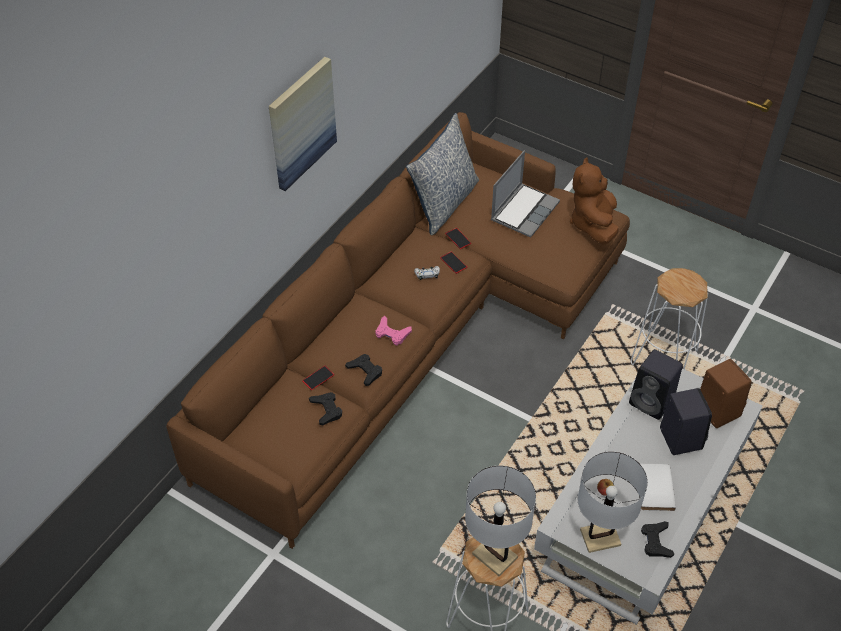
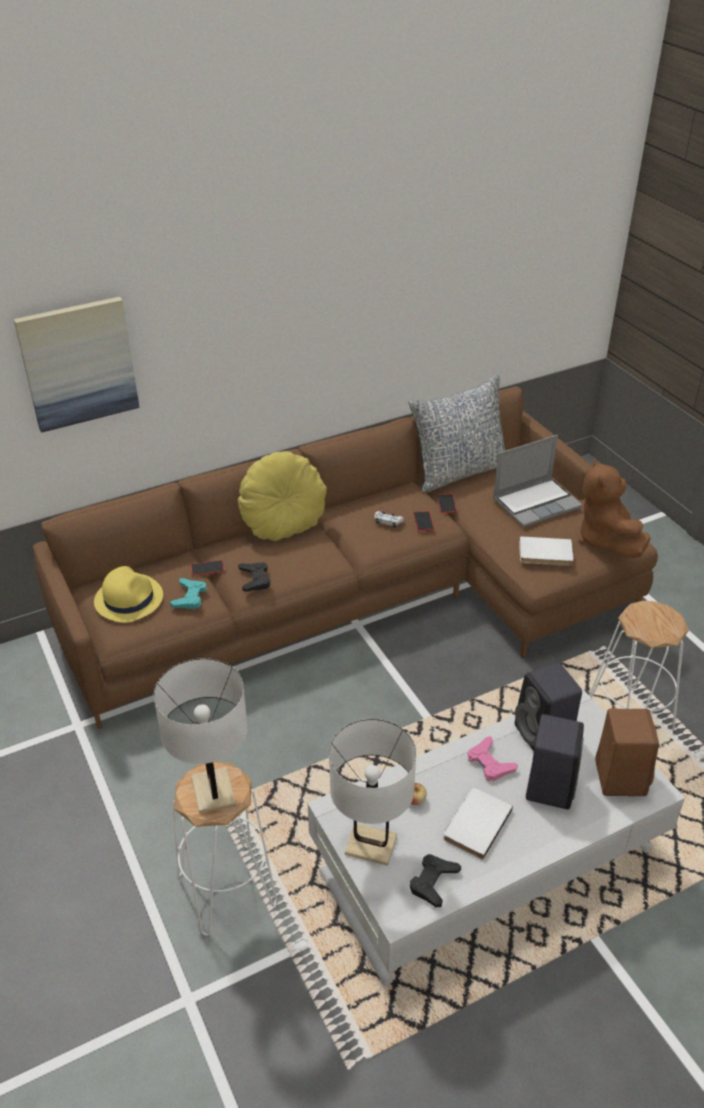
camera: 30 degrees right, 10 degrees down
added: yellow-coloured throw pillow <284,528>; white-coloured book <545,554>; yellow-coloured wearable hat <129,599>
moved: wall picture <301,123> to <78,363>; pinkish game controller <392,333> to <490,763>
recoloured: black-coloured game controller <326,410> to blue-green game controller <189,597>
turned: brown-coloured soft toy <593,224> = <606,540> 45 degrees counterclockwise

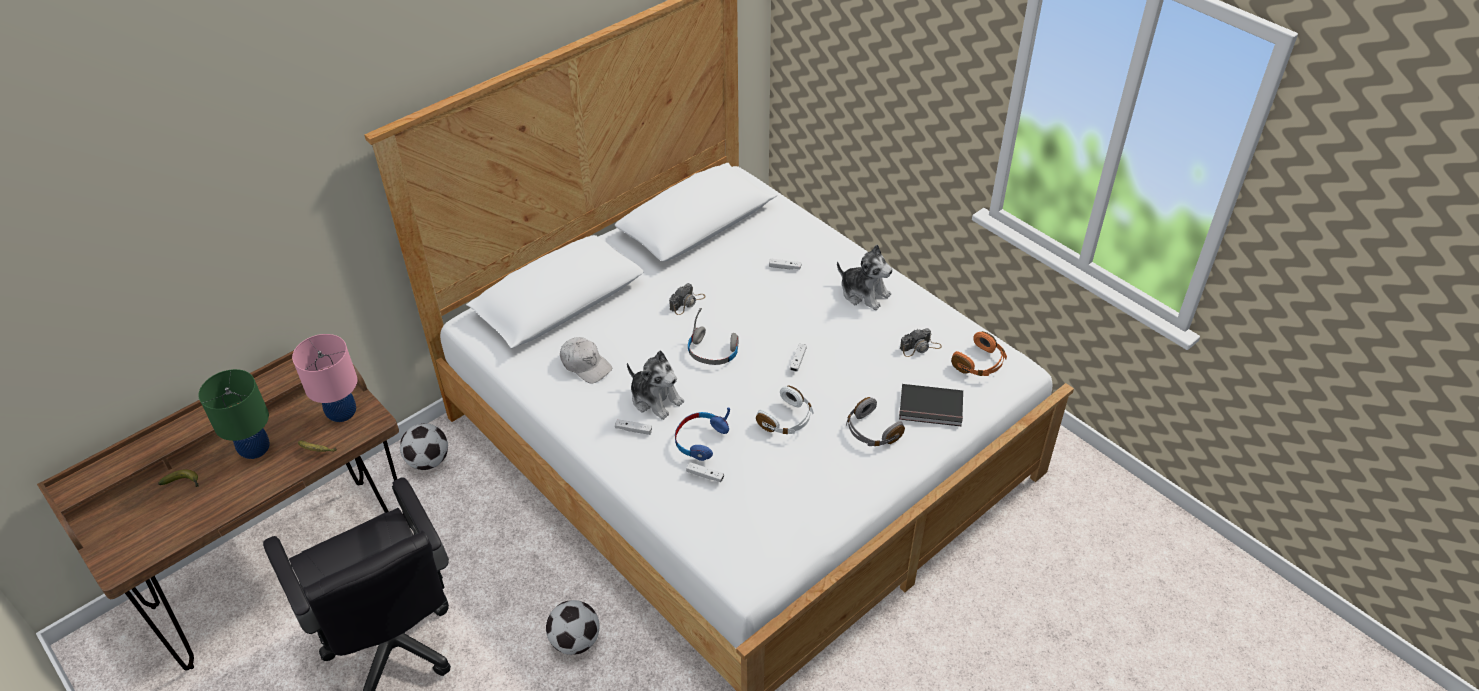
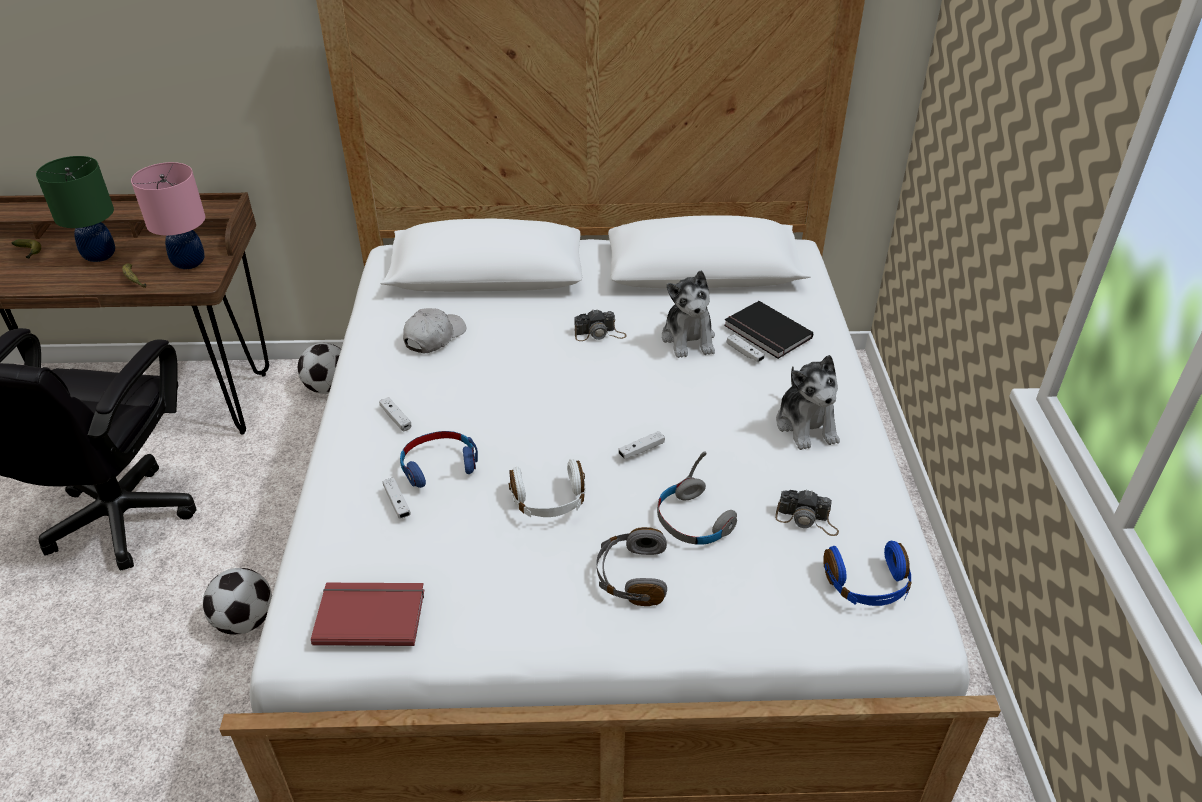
camera: 40 degrees right, 5 degrees down
added: red-coloured book <370,614>
moved: grey headset <713,352> to <693,521>; soft toy <655,399> to <689,338>; black-coloured book <931,408> to <766,333>
recoloured: orange headset <980,363> to bluish headset <867,585>
turned: white-coloured baseball cap <585,365> = <434,337> 135 degrees counterclockwise

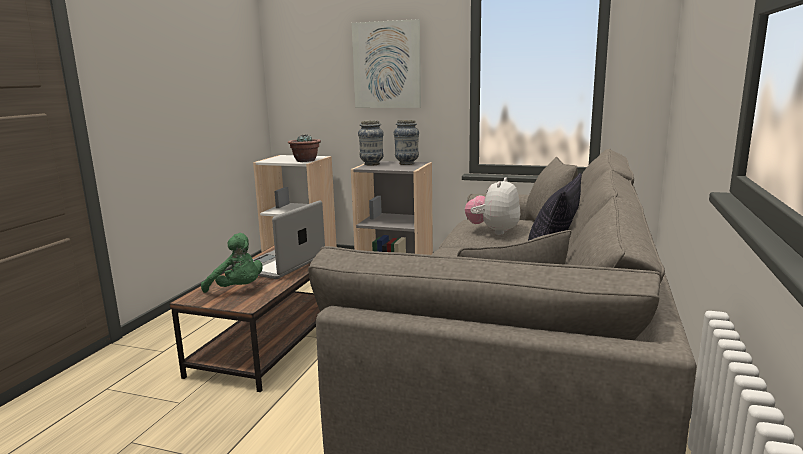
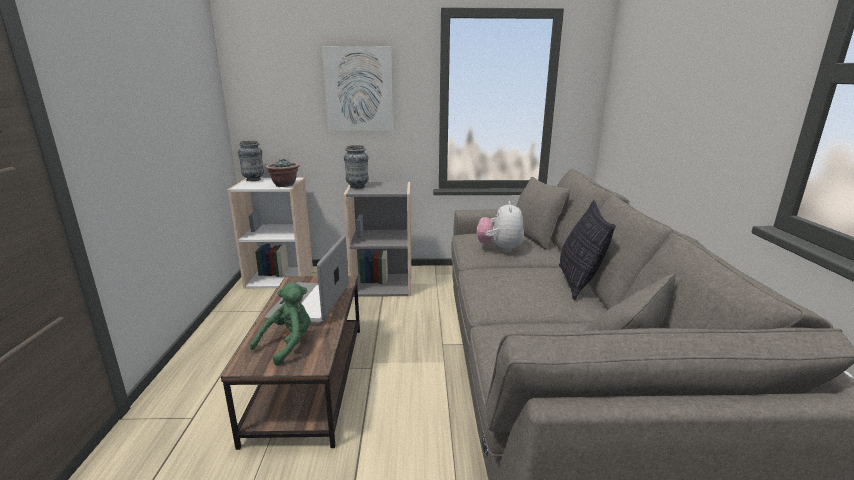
camera: 20 degrees left, 5 degrees up
moved: flower vase <407,163> to <253,179>
turned: greenish soft toy <238,289> = <288,344> 60 degrees counterclockwise

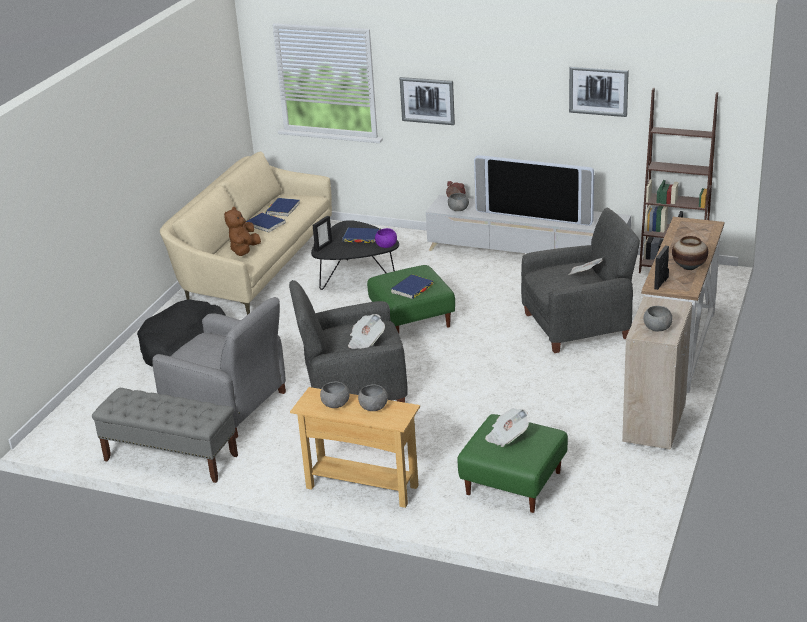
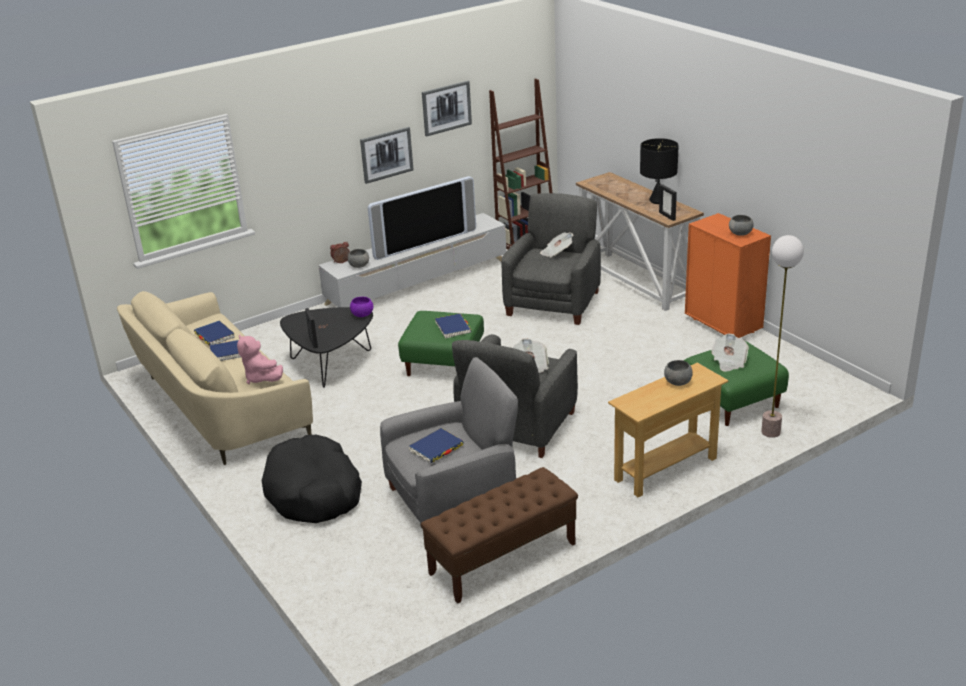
camera: 55 degrees left, 0 degrees up
removed: grey deep dish <336,404>
added: standing lamp <770,432>
moved: wall picture <427,100> to <386,154>; bluish book <361,237> to <436,448>
replaced: flower vase <688,267> to black-coloured lamp for a table <657,201>
recoloured: brown-coloured soft toy <244,250> to pinkish soft toy <261,378>; sand-coloured storage cabinet <654,428> to orange storage cabinet <724,326>; grey indoor bench <170,458> to brown-coloured indoor bench <502,559>

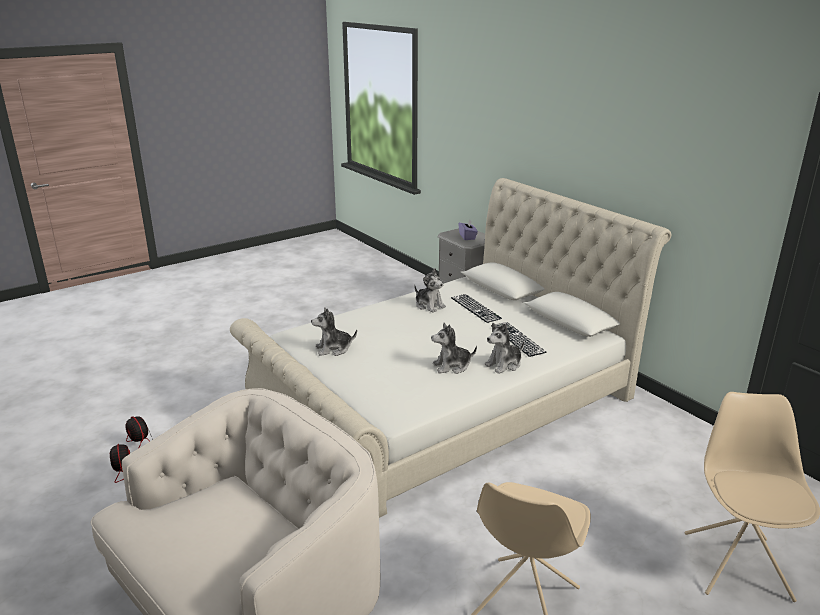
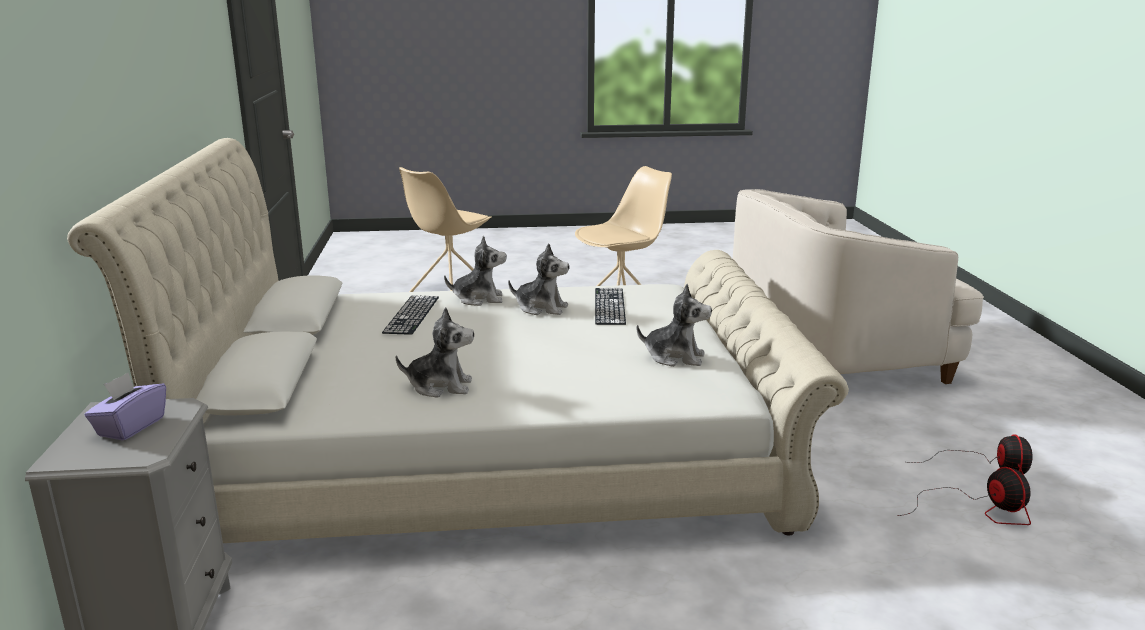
camera: 150 degrees left, 5 degrees down
moved: computer keyboard <475,308> to <609,306>
turned: soft toy <429,305> = <440,386> 105 degrees clockwise

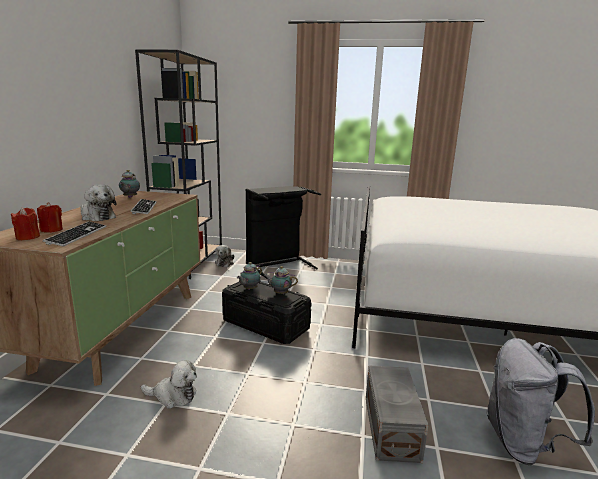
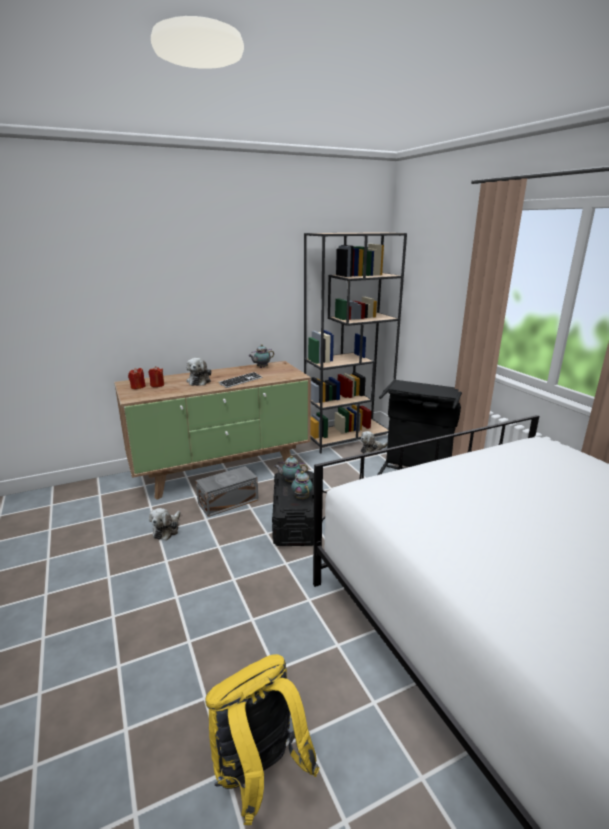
camera: 55 degrees right, 5 degrees up
removed: computer keyboard <77,235>
moved: grey storage bin <390,428> to <227,502>
recoloured: grey rucksack <523,444> to yellow-coloured rucksack <258,775>
turned: soft toy <173,396> = <167,530> 45 degrees clockwise

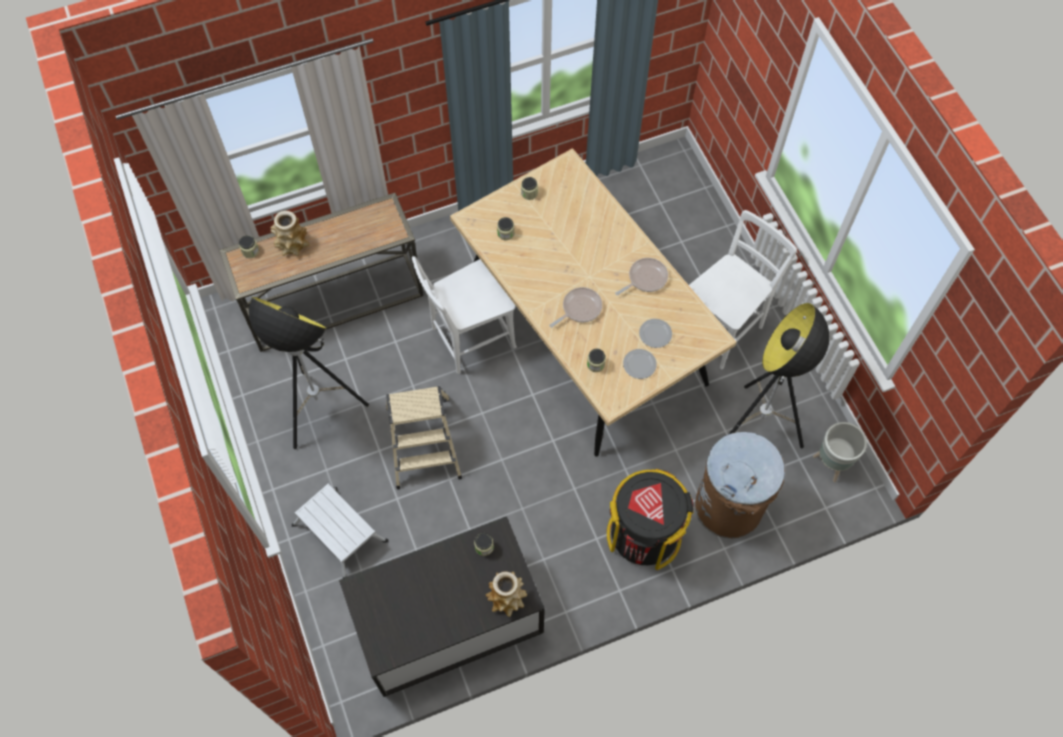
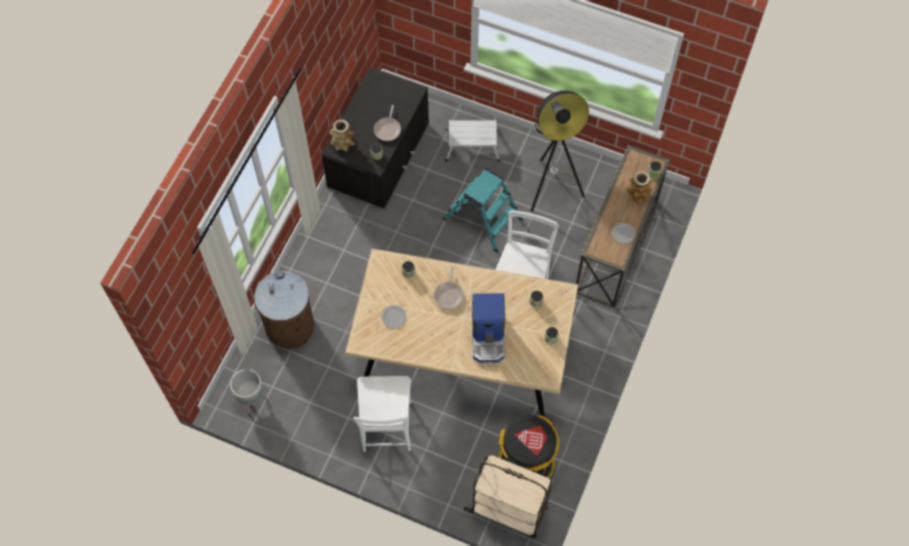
camera: 135 degrees right, 0 degrees up
removed: standing lamp <757,429>
added: coffee machine <488,336>; sand-coloured wheeled cart <508,510>
moved: frying pan <645,278> to <388,129>; dinner plate <639,364> to <624,233>; black-coloured waste bin <644,534> to <526,463>
recoloured: sand-coloured step ladder <423,441> to blue-green step ladder <482,218>

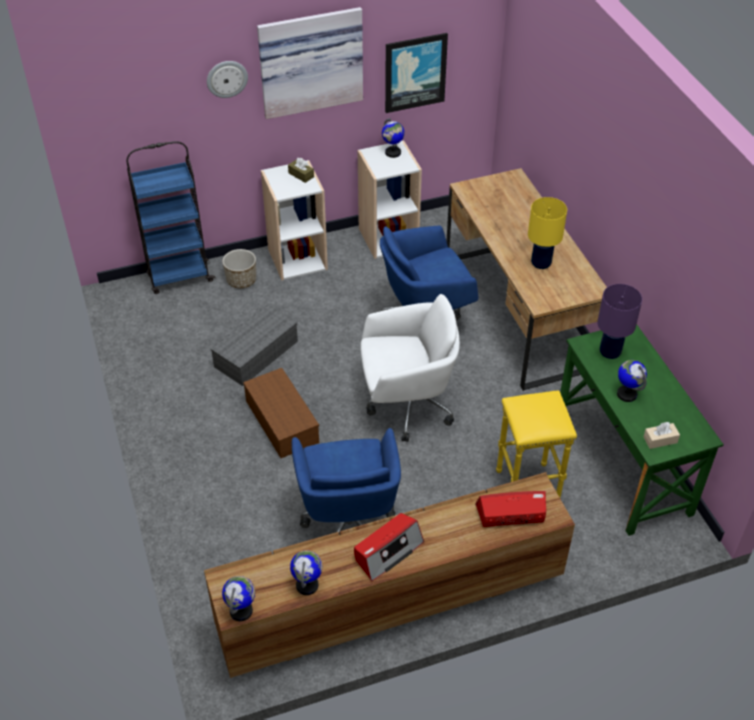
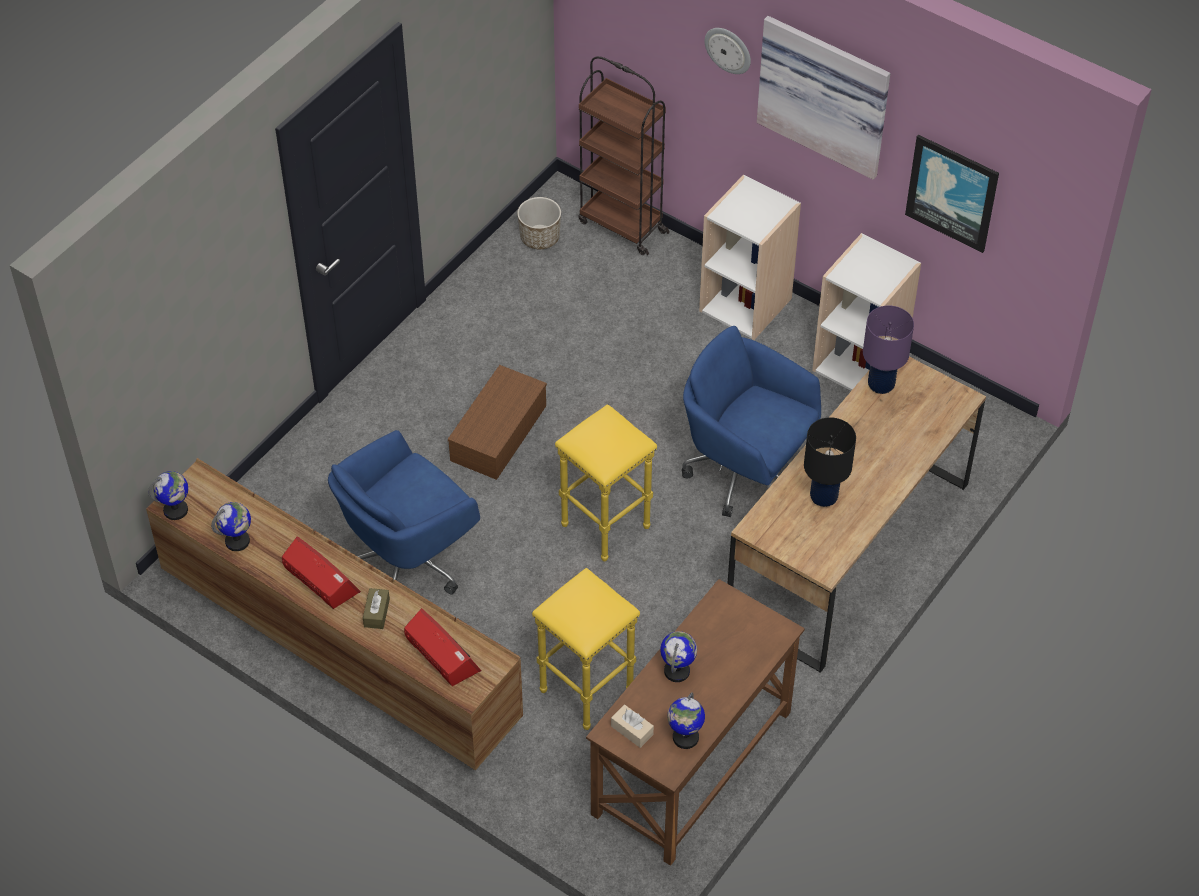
camera: 55 degrees right, 5 degrees up
removed: grey storage bin <256,353>
moved: world globe <393,153> to <685,737>; brown-coloured tissue holder <301,175> to <376,613>; plant pot <241,280> to <539,238>; purple lamp for a table <610,353> to <881,386>
replaced: white-coloured office chair <406,409> to yellow-coloured stool <605,527>
recoloured: bluish wheeled cart <179,278> to brown-coloured wheeled cart <622,227>; yellow-coloured lamp for a table <540,264> to black-coloured lamp for a table <823,498>; greenish desk unit <622,464> to brown-coloured desk unit <692,764>
turned: radio receiver <387,551> = <321,580> 150 degrees counterclockwise

